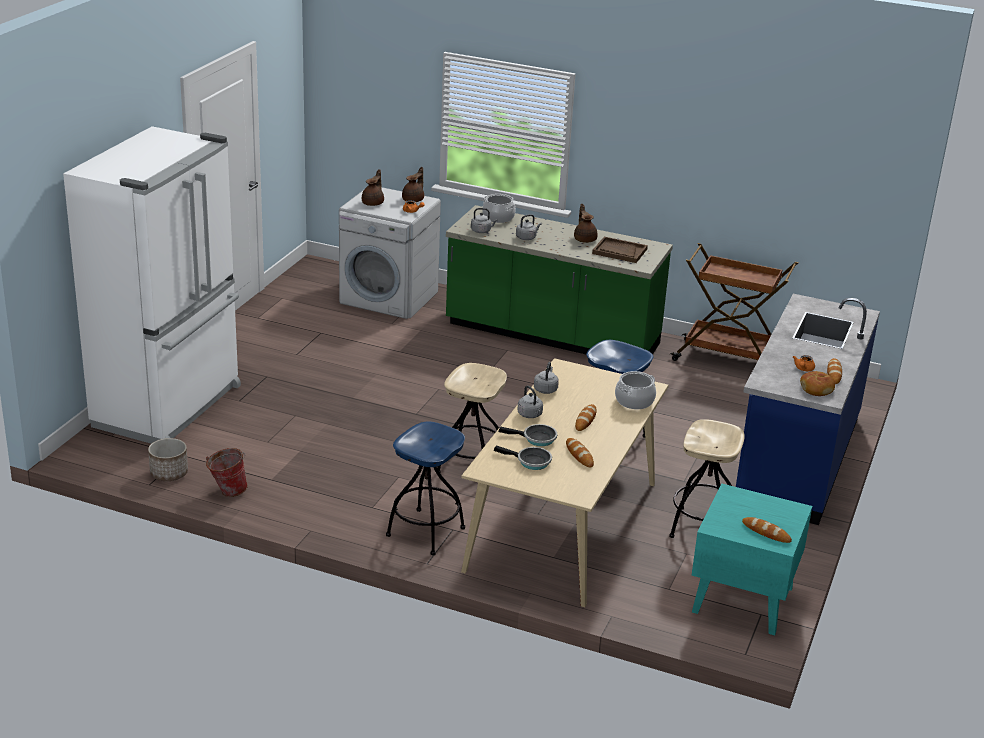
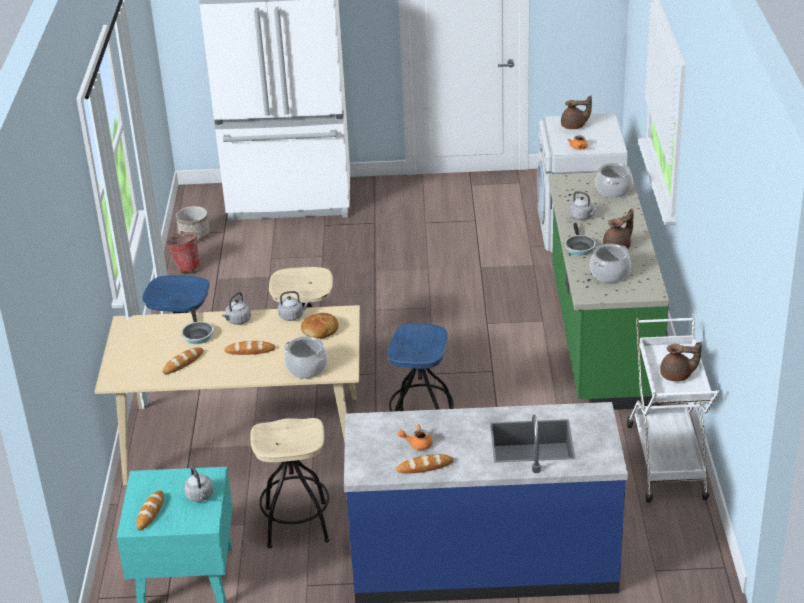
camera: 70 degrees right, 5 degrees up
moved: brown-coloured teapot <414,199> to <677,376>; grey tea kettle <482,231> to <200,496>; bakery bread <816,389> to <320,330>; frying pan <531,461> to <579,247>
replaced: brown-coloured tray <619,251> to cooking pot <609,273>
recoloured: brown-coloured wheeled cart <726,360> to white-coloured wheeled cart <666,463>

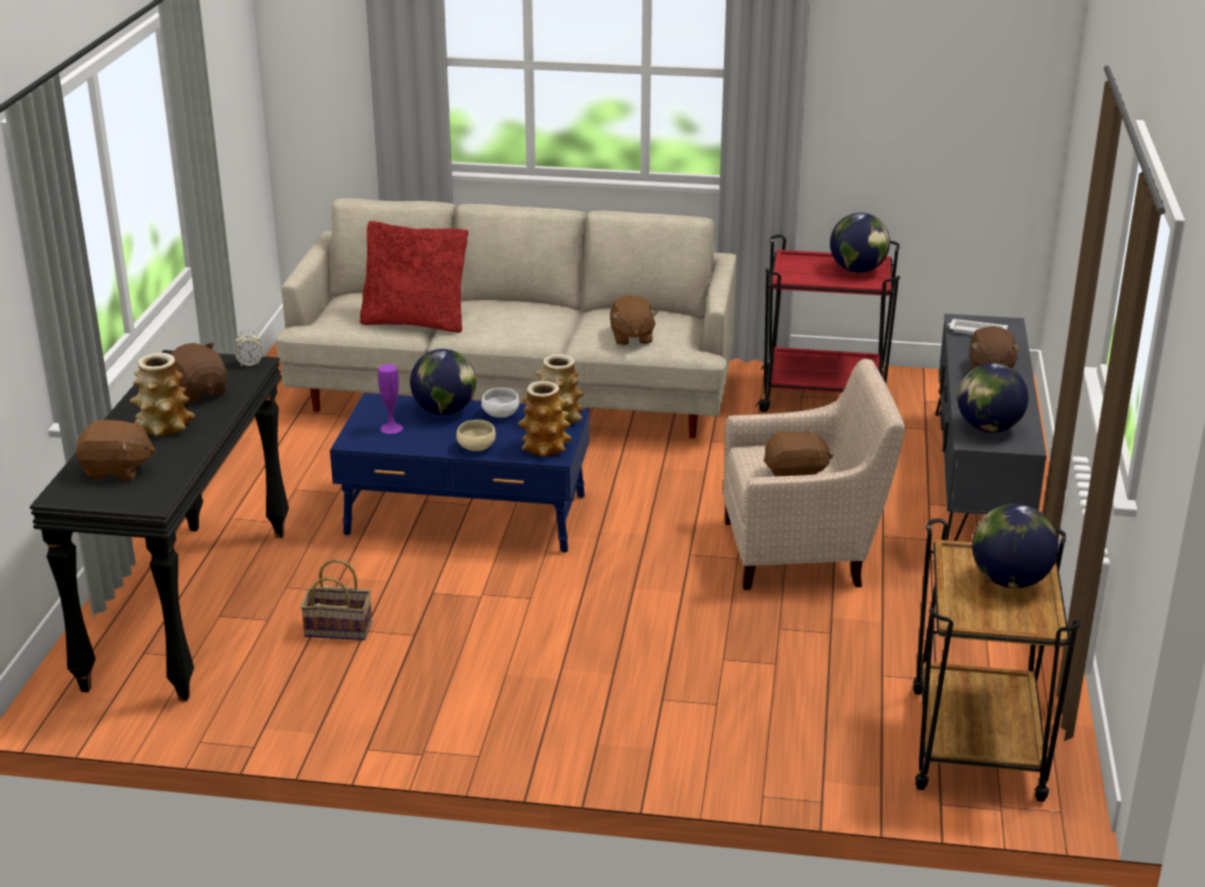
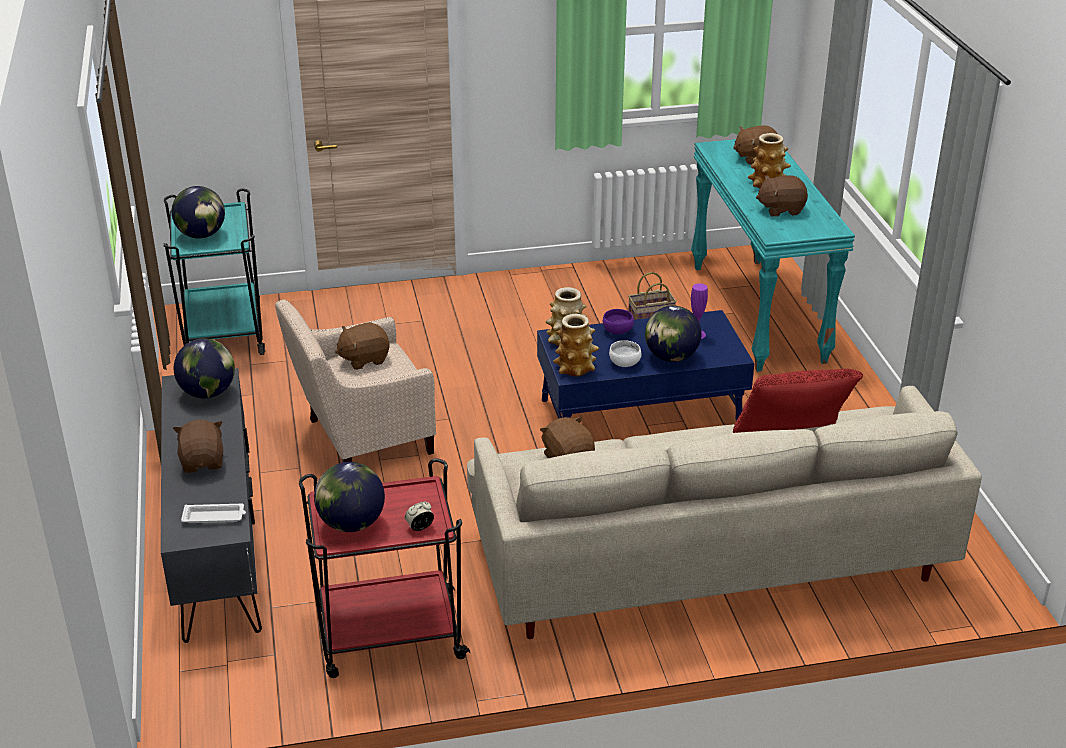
camera: 160 degrees right, 5 degrees up
moved: alarm clock <250,363> to <420,527>
recoloured: black-coloured console table <188,607> to blue-green console table <759,313>; sand-coloured deep dish <476,448> to purple deep dish <617,330>; brown-coloured wheeled cart <976,746> to blue-green wheeled cart <224,331>
turned: brown-coloured soft toy <199,391> = <781,209> 135 degrees clockwise

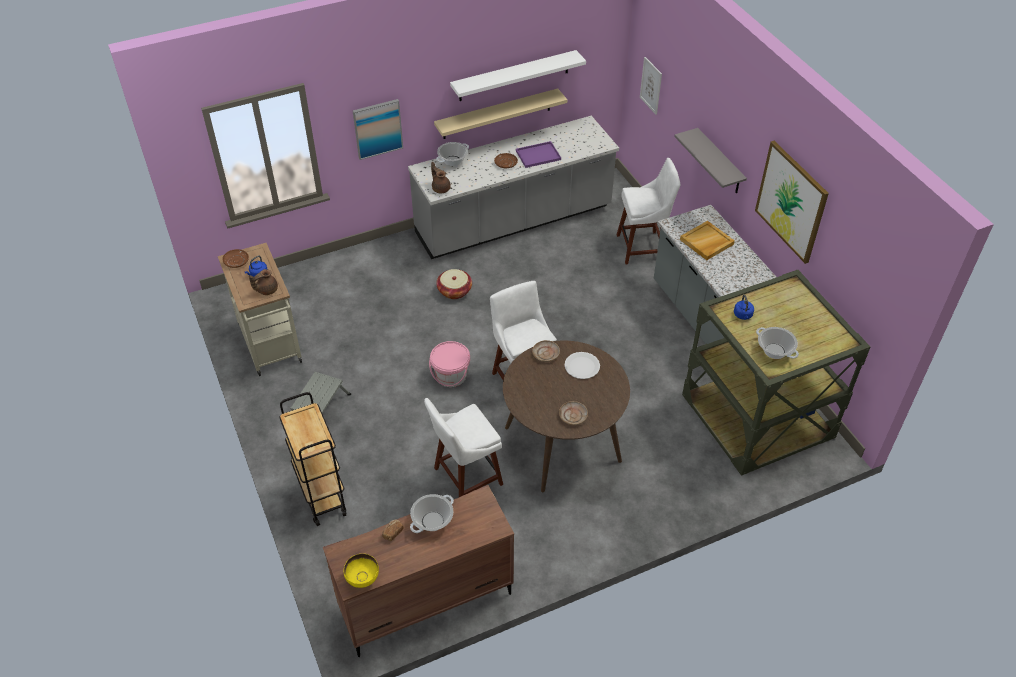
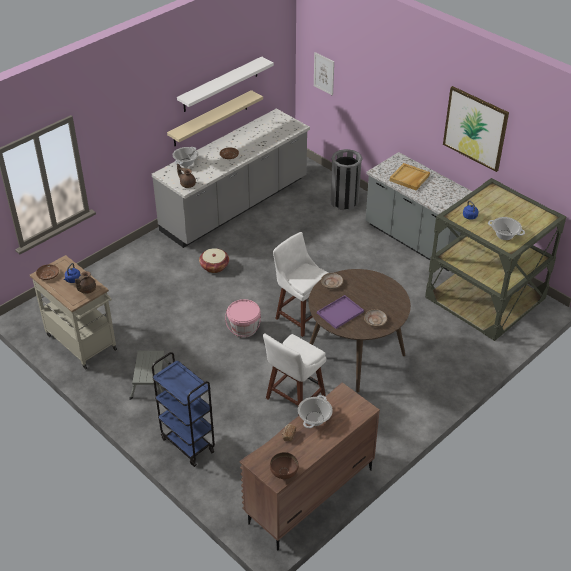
camera: 20 degrees left, 5 degrees down
removed: wall picture <377,128>; grey wall shelf <719,162>; white-coloured dinner plate <582,366>
moved: purple tray <537,156> to <340,313>
replaced: white-coloured upright chair <643,247> to grey waste bin <344,201>
recoloured: brown-coloured wheeled cart <321,498> to bluish wheeled cart <187,445>; yellow-coloured deep dish <363,579> to brown-coloured deep dish <284,474>

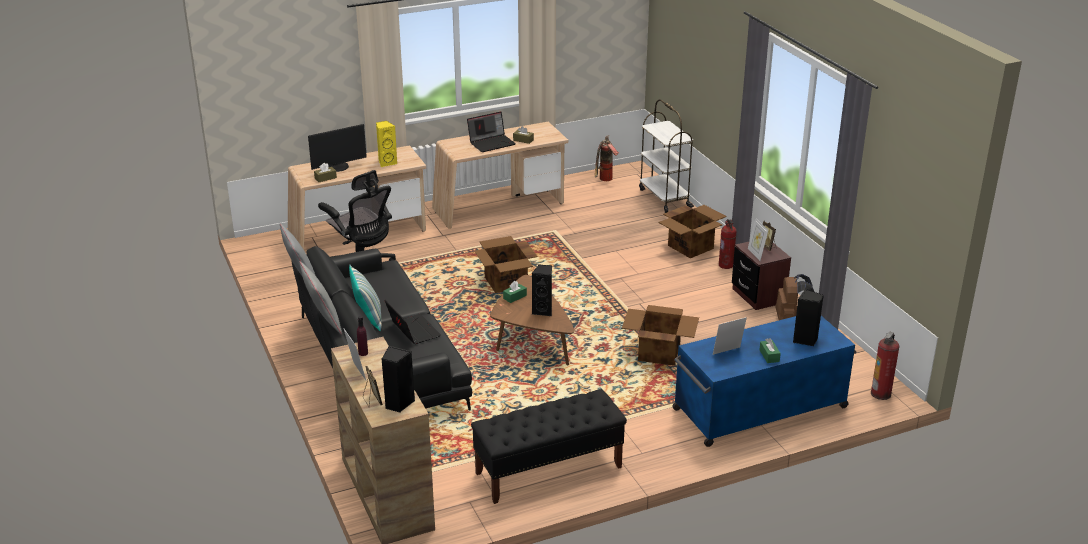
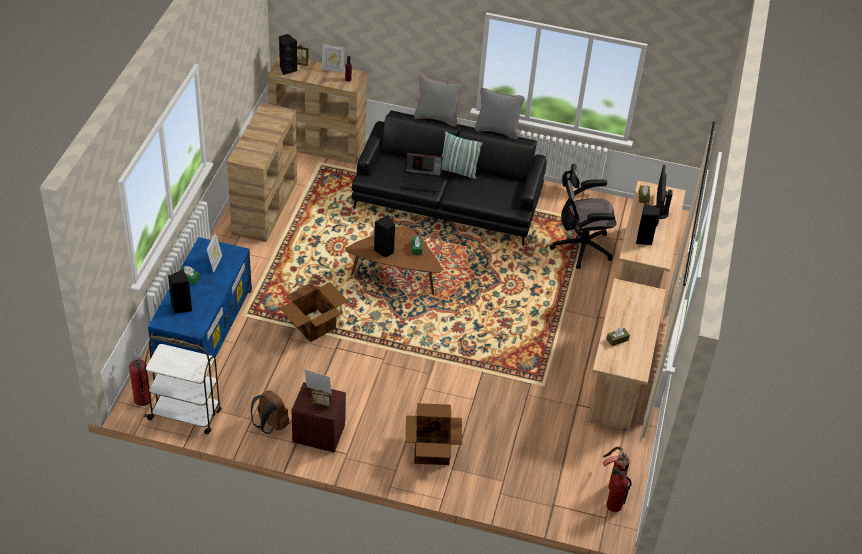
camera: 125 degrees right, 15 degrees up
removed: laptop <492,143>; packing box <506,282>
moved: white-coloured wheeled cart <664,198> to <185,416>; extinguisher <726,265> to <613,506>
replaced: black-coloured indoor bench <548,470> to brown-coloured bookshelf <264,207>
recoloured: yellow-coloured audio speaker <387,162> to black-coloured audio speaker <644,240>

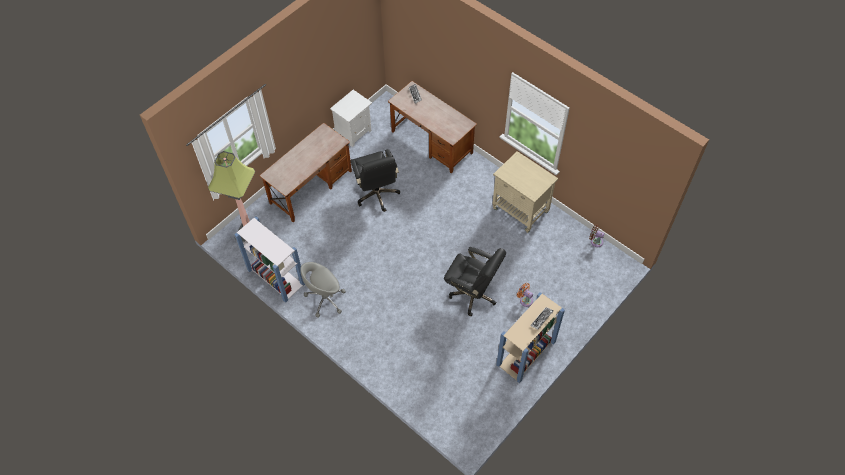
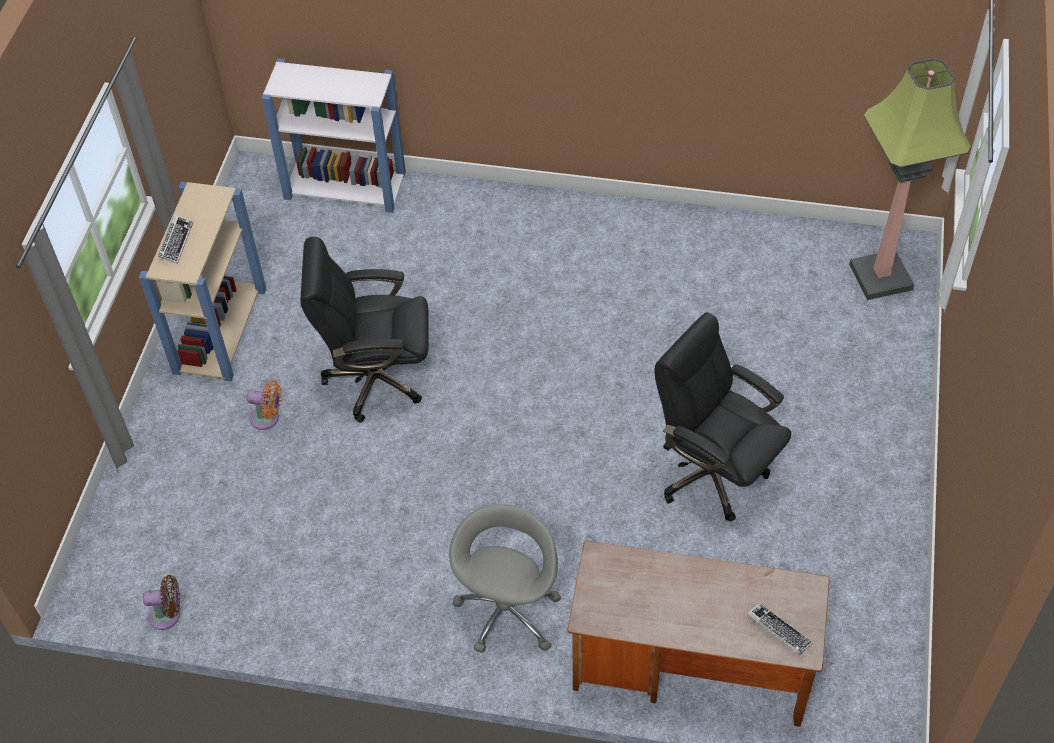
camera: 150 degrees right, 5 degrees down
removed: white-coloured nightstand <354,133>; desk unit <311,187>; sand-coloured wheeled cart <520,211>
moved: white-coloured bookshelf <276,276> to <345,186>; grey office chair <324,299> to <508,611>

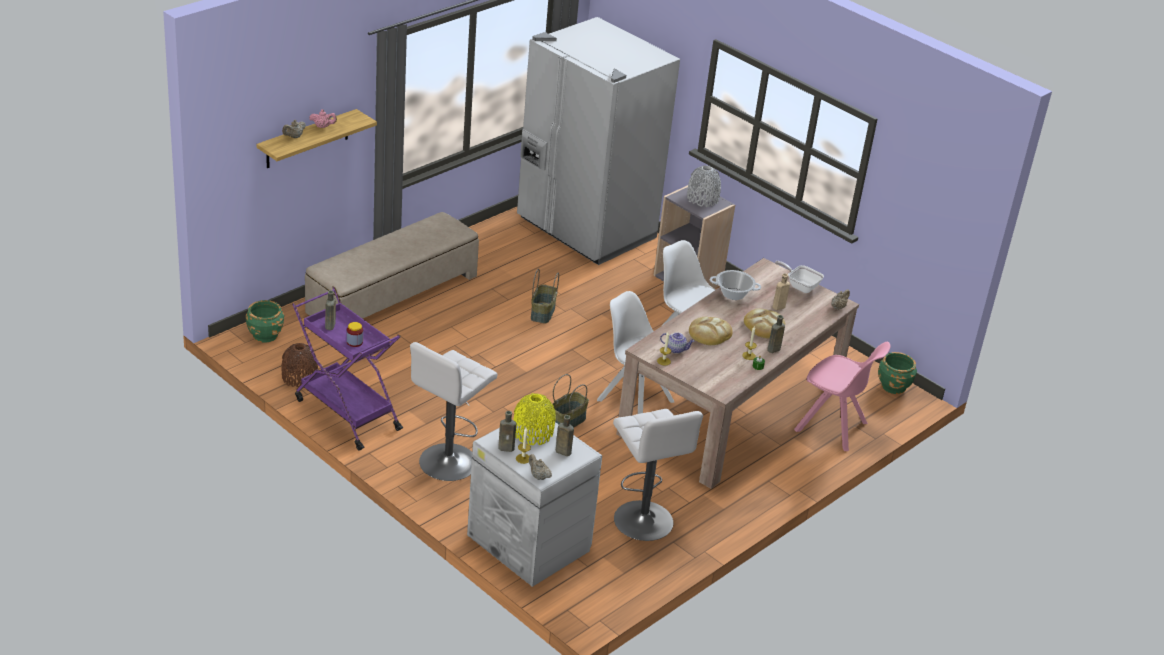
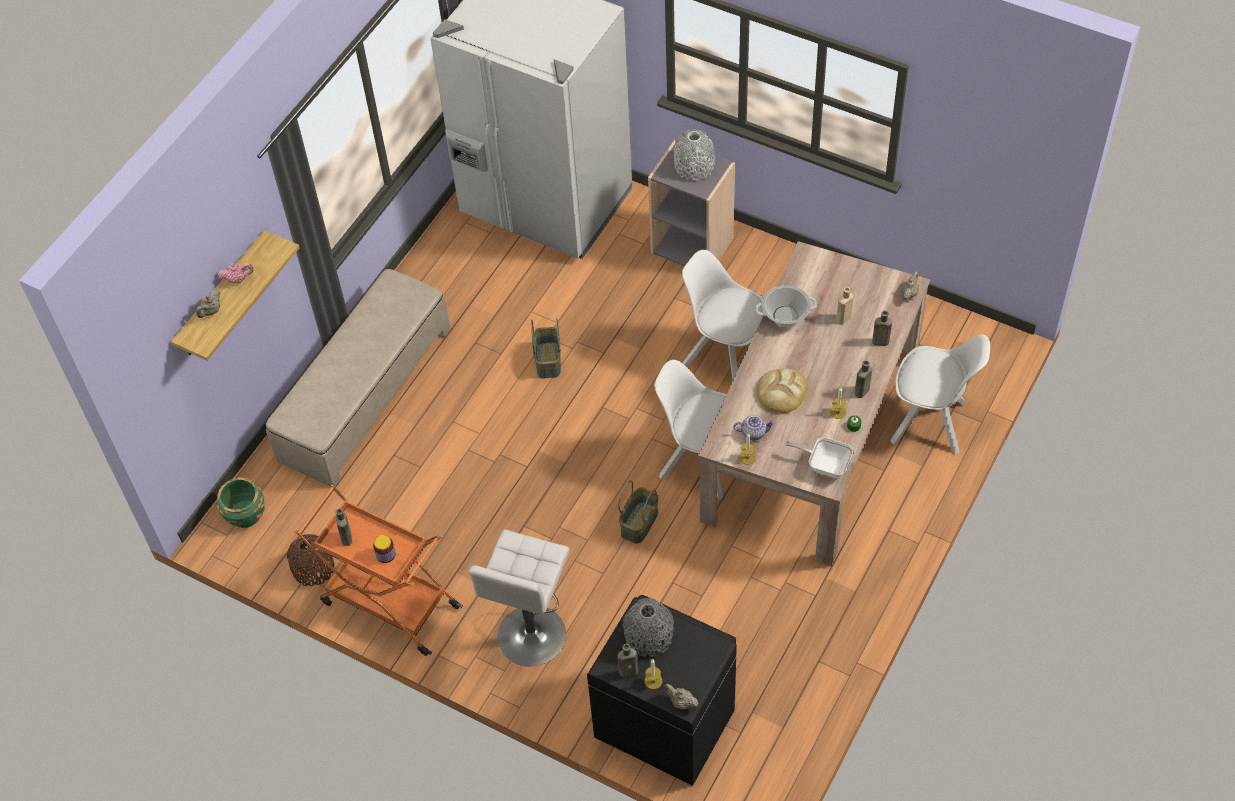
camera: 10 degrees left, 20 degrees up
removed: bakery bread <764,326>; greenish plant pot <893,386>; white-coloured stool <643,521>
moved: frying pan <800,286> to <824,464>; brown-coloured drink bottle <562,451> to <879,341>
recoloured: purple wheeled cart <347,414> to orange wheeled cart <390,605>; pinkish upright chair <832,427> to white-coloured upright chair <930,422>; yellow-coloured flower vase <533,433> to grey flower vase <648,636>; white-coloured laundry machine <531,540> to black-coloured laundry machine <666,718>

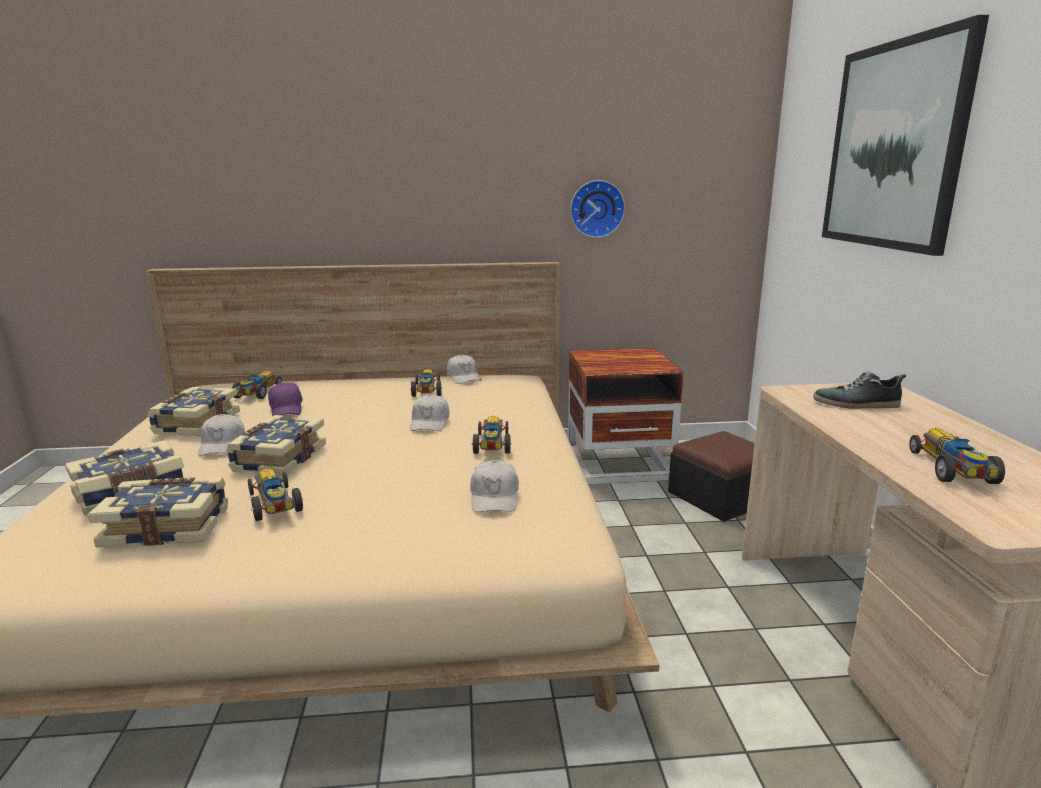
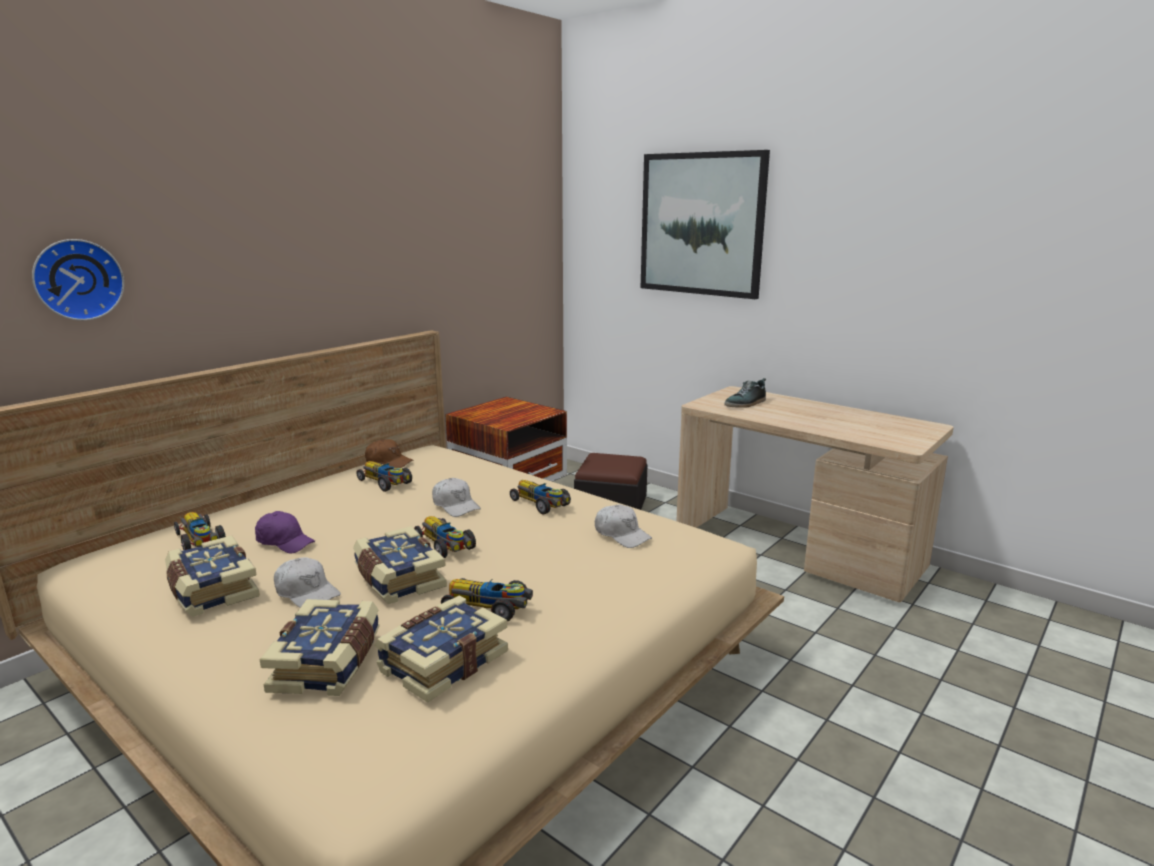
camera: 45 degrees left, 0 degrees up
moved: hanging clock <596,209> to <77,279>; miniature car <952,470> to <446,546>
recoloured: white-coloured baseball cap <463,377> to brown-coloured baseball cap <389,462>

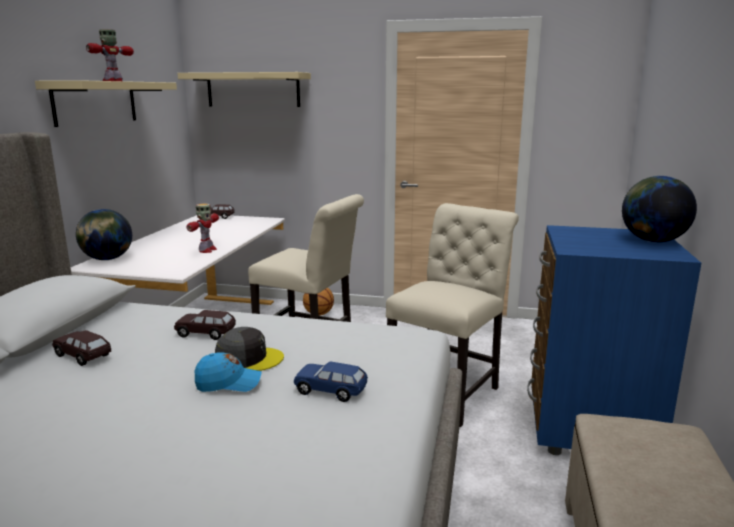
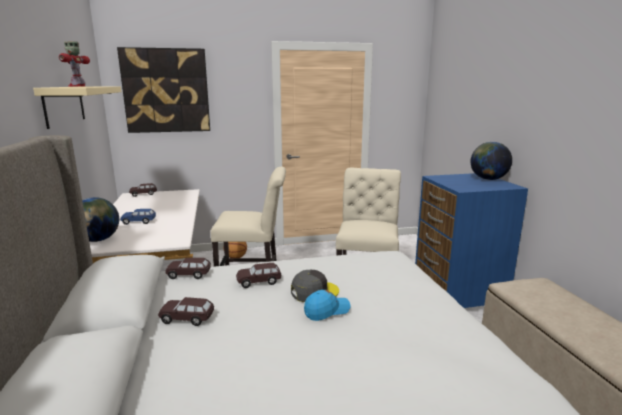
camera: 25 degrees left, 0 degrees up
removed: robot figure <207,250>
added: brown-coloured miniature car <189,275>
moved: bluish miniature car <330,391> to <139,222>
replaced: sand-coloured wall shelf <253,90> to wall picture <166,91>

